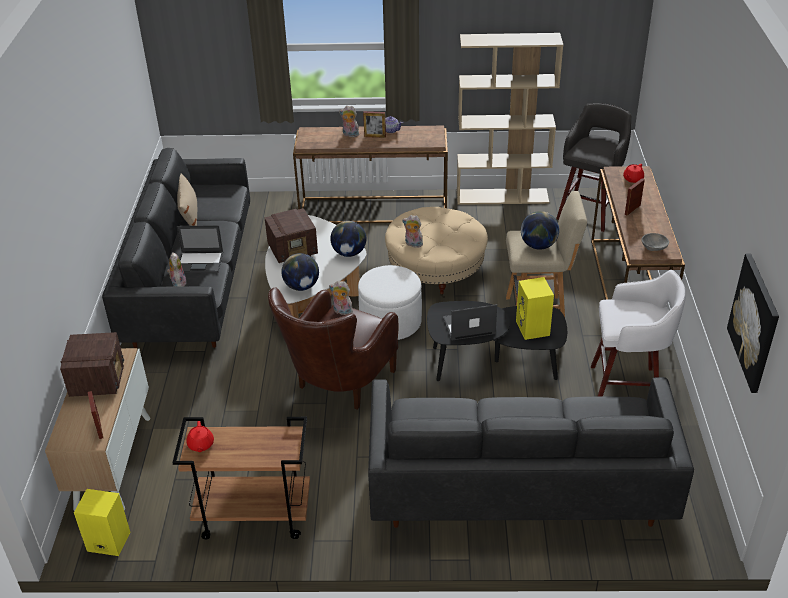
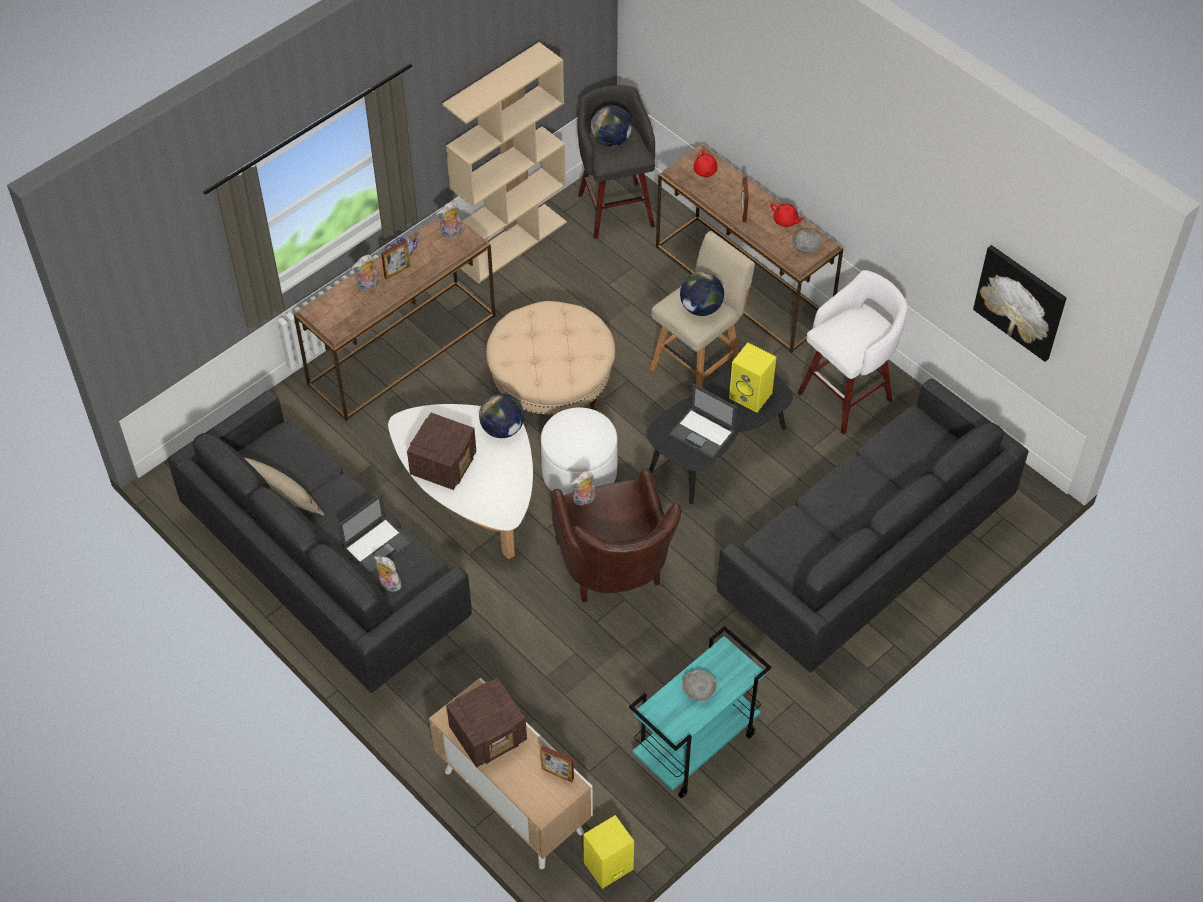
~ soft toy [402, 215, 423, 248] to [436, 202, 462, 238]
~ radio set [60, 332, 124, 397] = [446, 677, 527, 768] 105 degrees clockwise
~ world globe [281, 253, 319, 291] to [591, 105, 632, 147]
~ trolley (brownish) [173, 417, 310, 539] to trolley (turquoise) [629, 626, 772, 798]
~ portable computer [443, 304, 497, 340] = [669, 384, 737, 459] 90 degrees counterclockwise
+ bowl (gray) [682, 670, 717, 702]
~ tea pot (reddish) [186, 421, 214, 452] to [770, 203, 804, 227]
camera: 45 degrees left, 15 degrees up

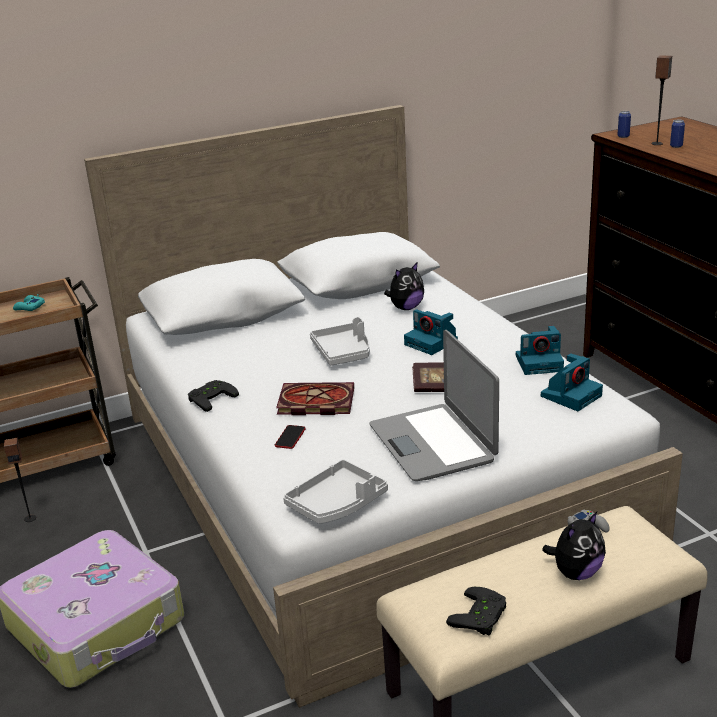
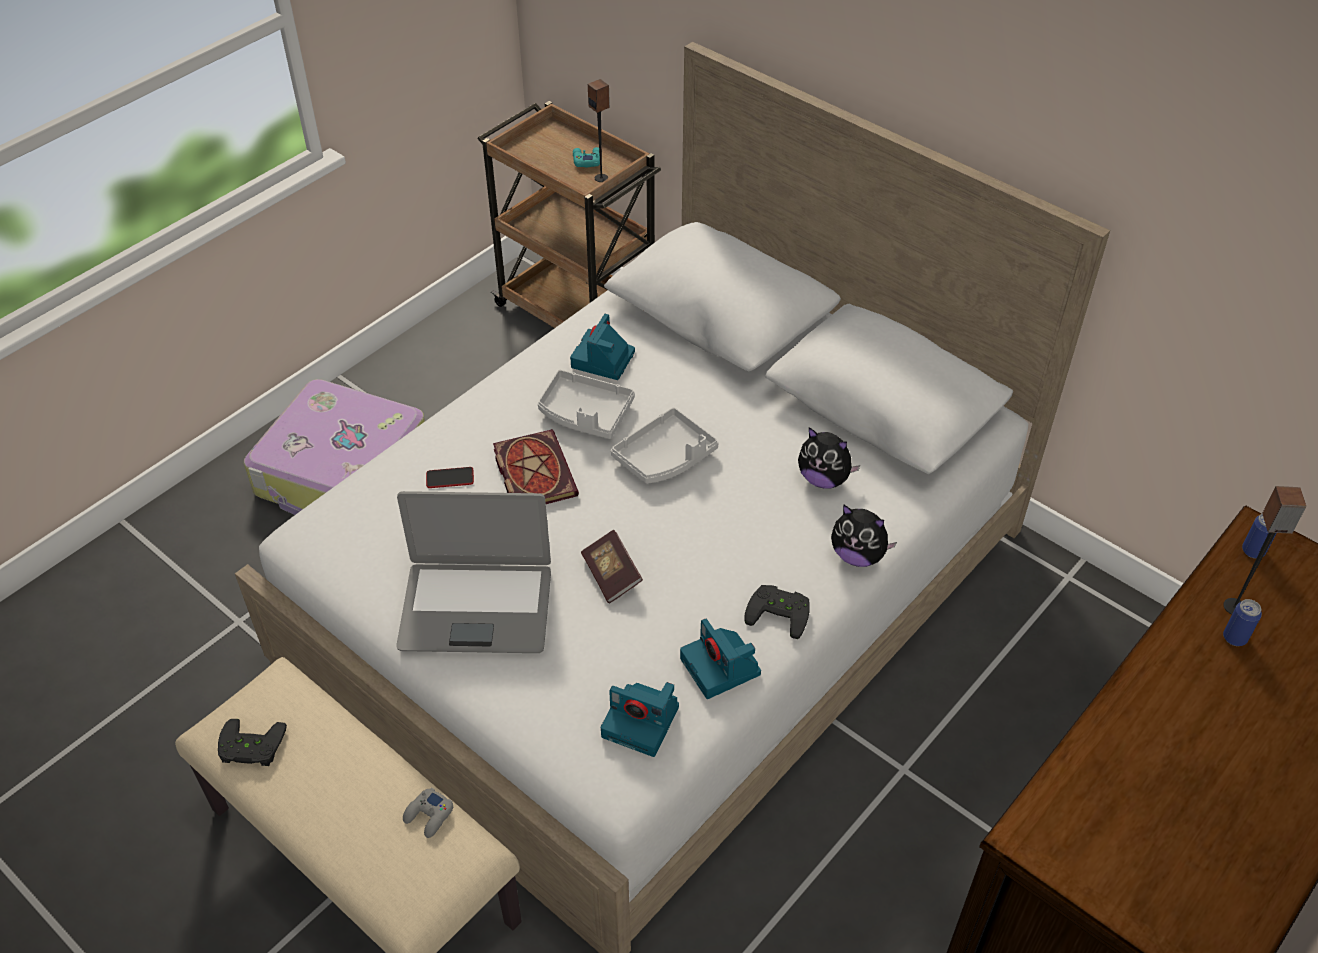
~ portable computer [369, 330, 499, 481] = [396, 491, 551, 653] 135 degrees counterclockwise
~ serving tray (gray) [283, 459, 388, 524] to [538, 370, 635, 439]
~ still camera [404, 309, 458, 355] to [570, 314, 635, 380]
~ speaker [4, 438, 36, 522] to [588, 79, 610, 182]
~ joypad (black-coloured) [188, 380, 239, 412] to [744, 585, 810, 639]
~ soft toy [542, 512, 606, 580] to [831, 504, 897, 567]
camera: 65 degrees right, 20 degrees up

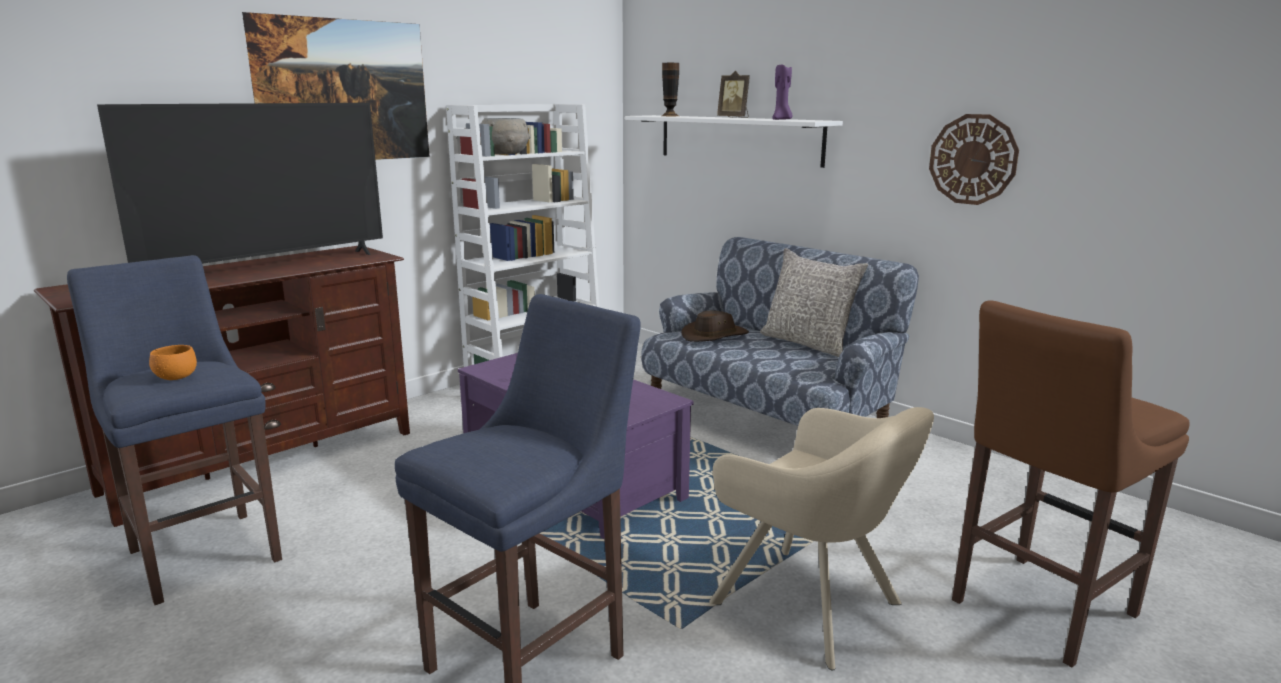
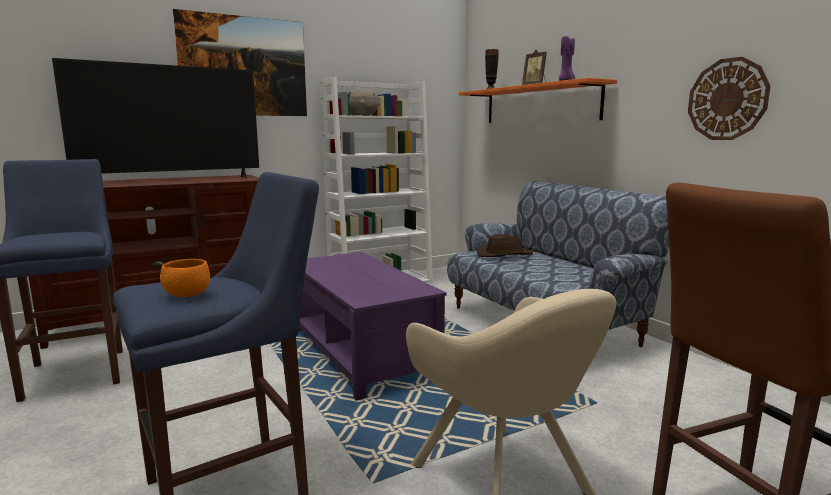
~ bowl (orange) [149, 345, 197, 380] to [160, 259, 210, 297]
~ shelf (white-coloured) [625, 115, 843, 168] to shelf (orange) [459, 78, 617, 123]
- pillow (gray) [760, 248, 868, 357]
camera: 15 degrees right, 5 degrees down

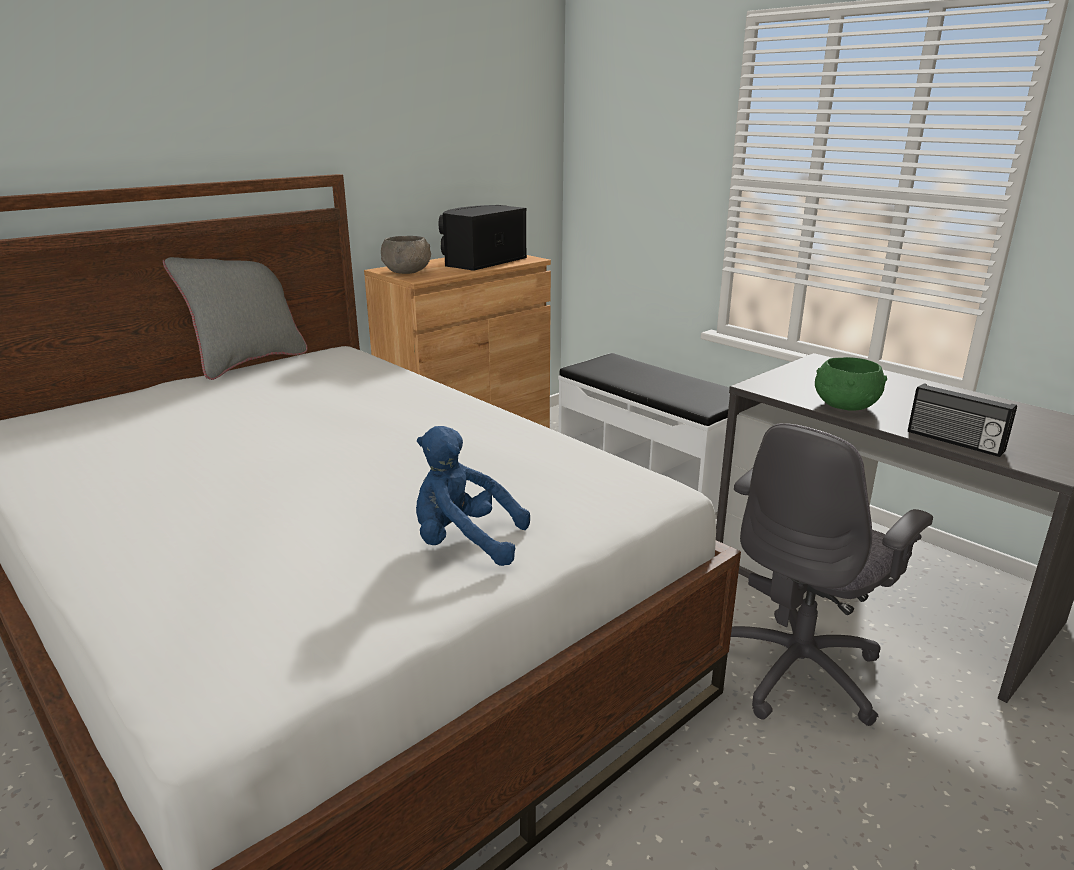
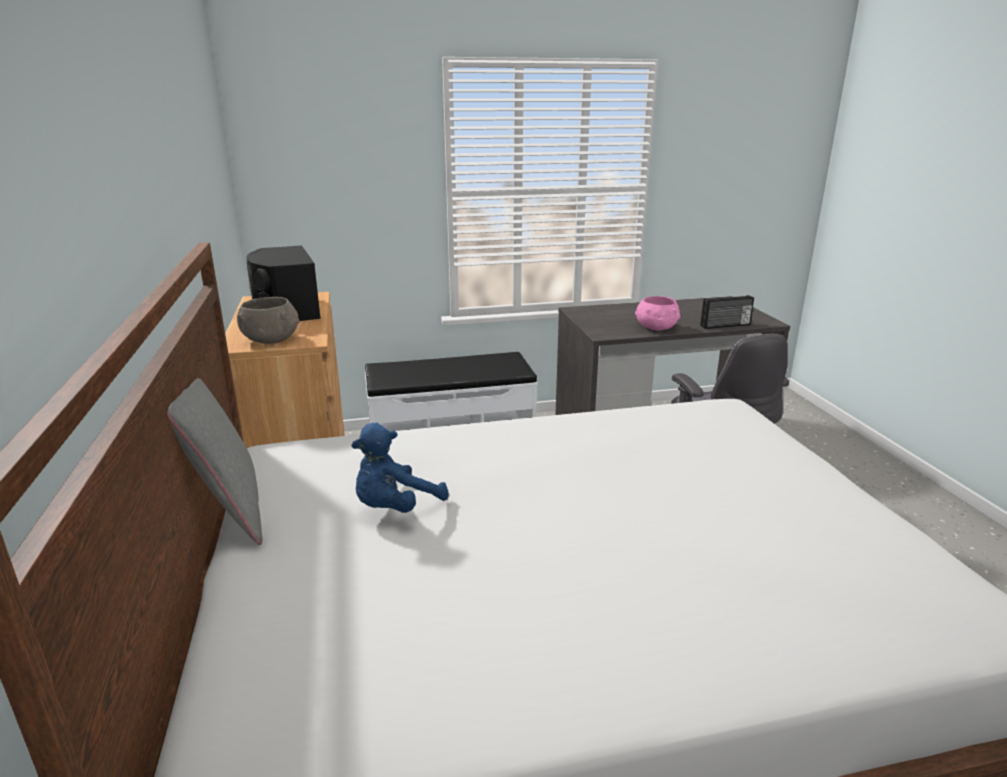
~ soft toy (bluish) [416, 426, 530, 566] to [351, 423, 449, 513]
~ bowl (greenish) [815, 357, 887, 410] to bowl (pink) [635, 296, 681, 331]
camera: 60 degrees left, 0 degrees up

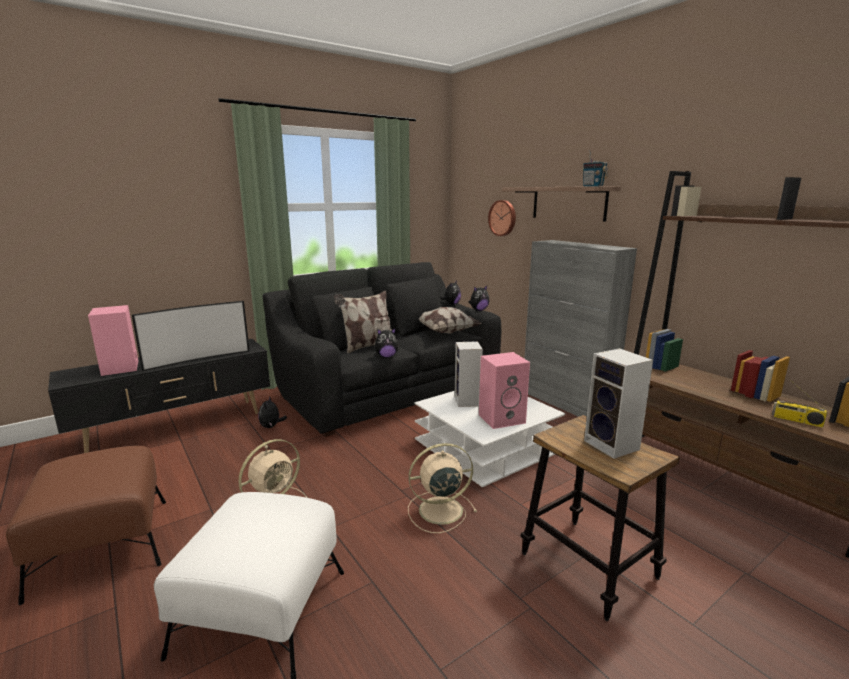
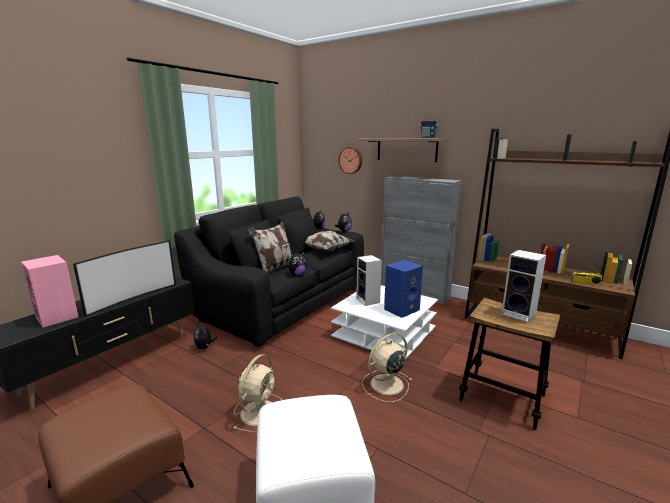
~ speaker (pink) [479, 352, 530, 429] to speaker (bluish) [384, 260, 423, 318]
camera: 20 degrees left, 0 degrees up

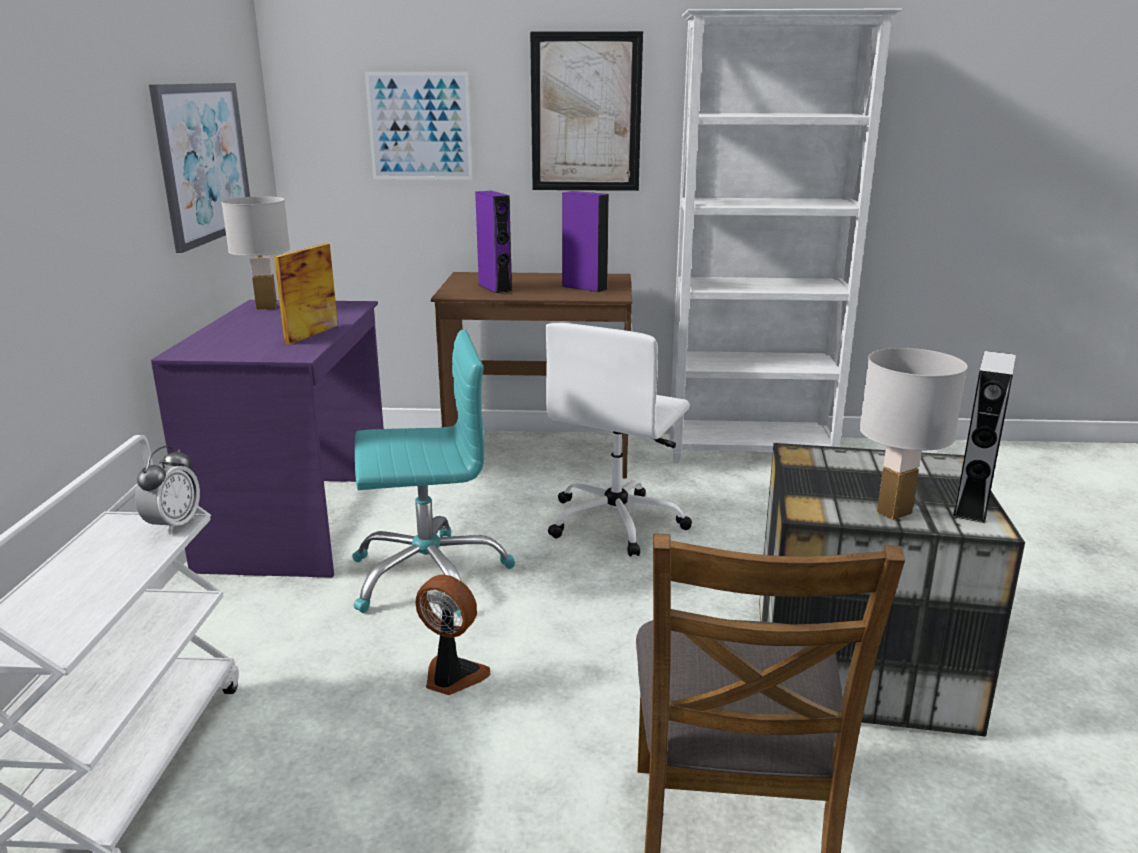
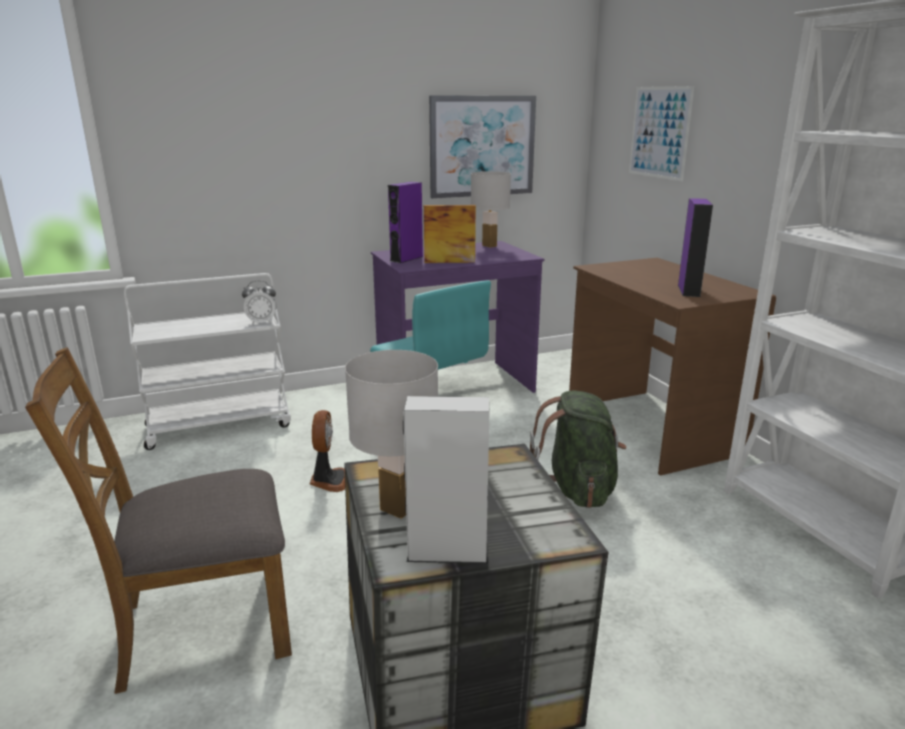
~ speaker (purplish) [475, 191, 512, 294] to [388, 182, 423, 263]
~ computer chair (white-coloured) [545, 323, 692, 557] to backpack (greenish) [530, 390, 627, 508]
- wall picture [530, 31, 643, 191]
camera: 65 degrees right, 0 degrees up

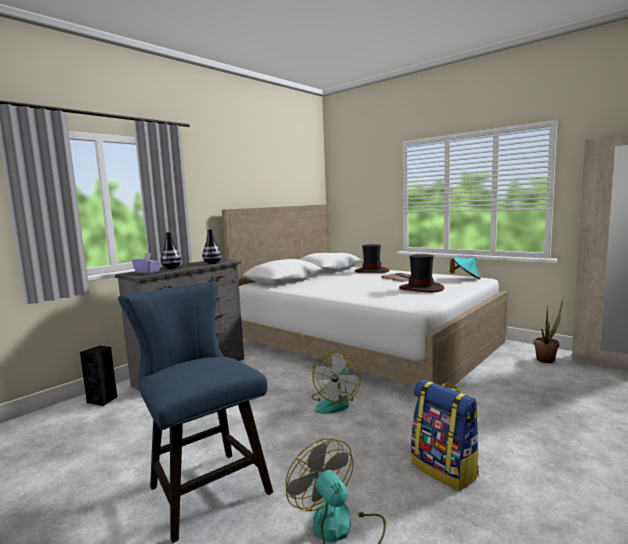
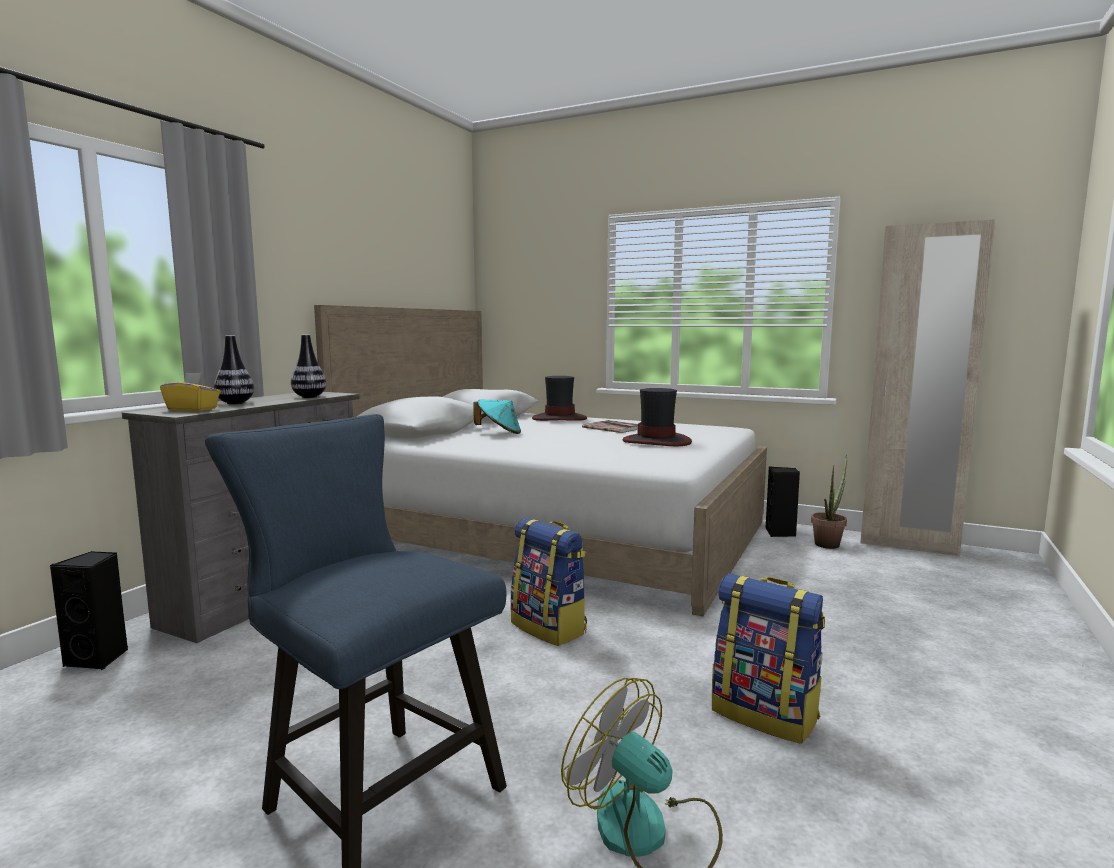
~ box of tissues (purplish) [132, 253, 161, 274] to box of tissues (yellow) [160, 373, 221, 411]
~ wearable hat (turquoise) [450, 257, 481, 279] to [473, 399, 521, 434]
~ cooling fan [311, 351, 361, 414] to backpack [511, 518, 587, 646]
+ speaker (black-coloured) [765, 466, 800, 537]
camera: 15 degrees left, 0 degrees up

